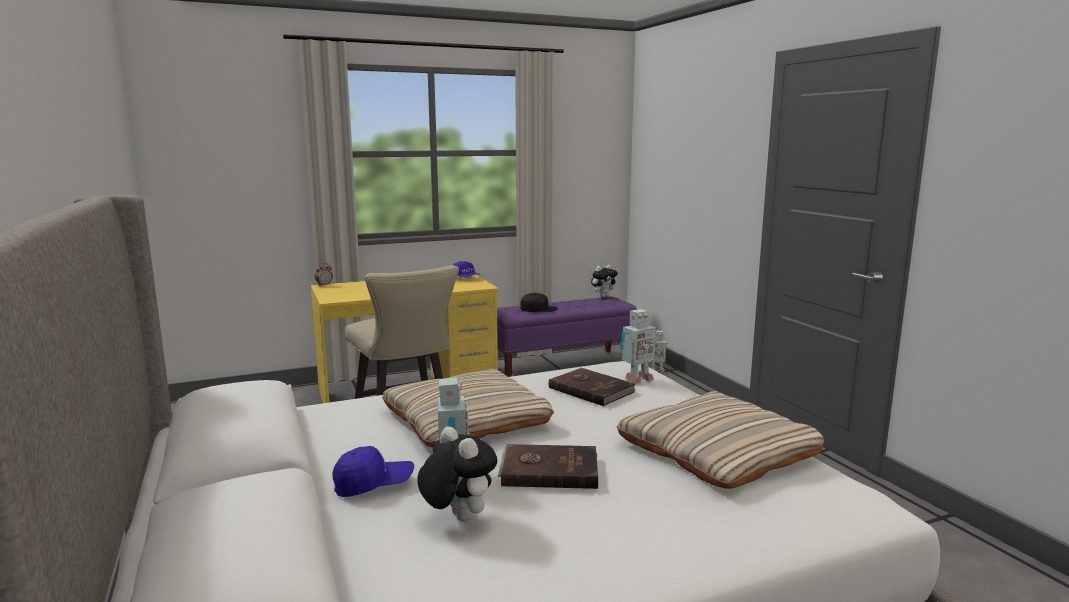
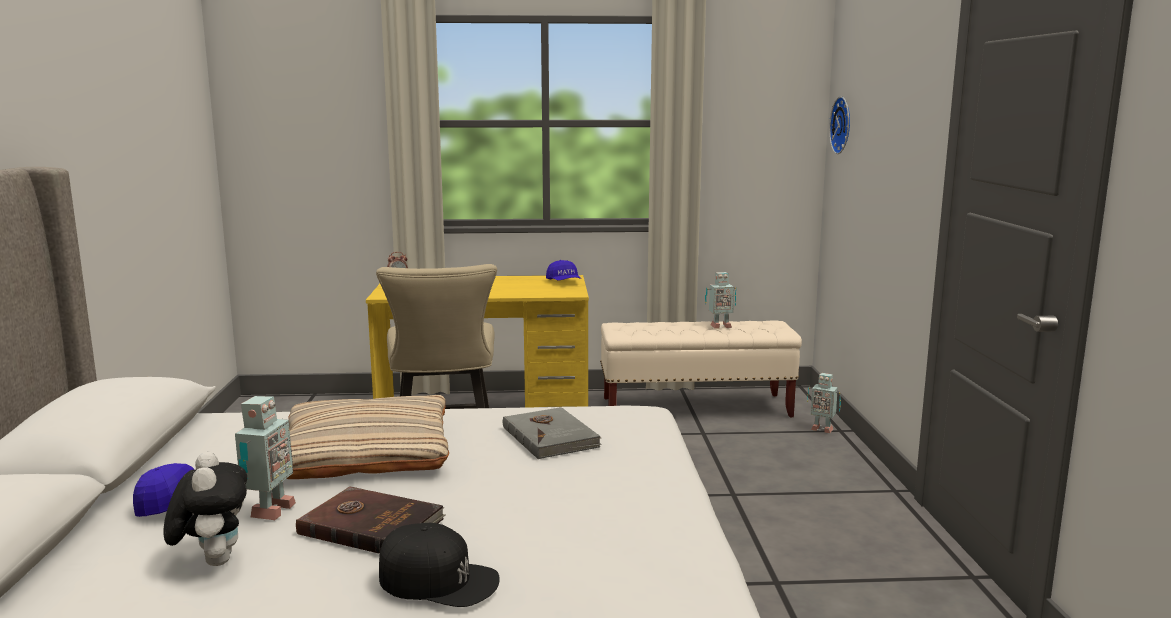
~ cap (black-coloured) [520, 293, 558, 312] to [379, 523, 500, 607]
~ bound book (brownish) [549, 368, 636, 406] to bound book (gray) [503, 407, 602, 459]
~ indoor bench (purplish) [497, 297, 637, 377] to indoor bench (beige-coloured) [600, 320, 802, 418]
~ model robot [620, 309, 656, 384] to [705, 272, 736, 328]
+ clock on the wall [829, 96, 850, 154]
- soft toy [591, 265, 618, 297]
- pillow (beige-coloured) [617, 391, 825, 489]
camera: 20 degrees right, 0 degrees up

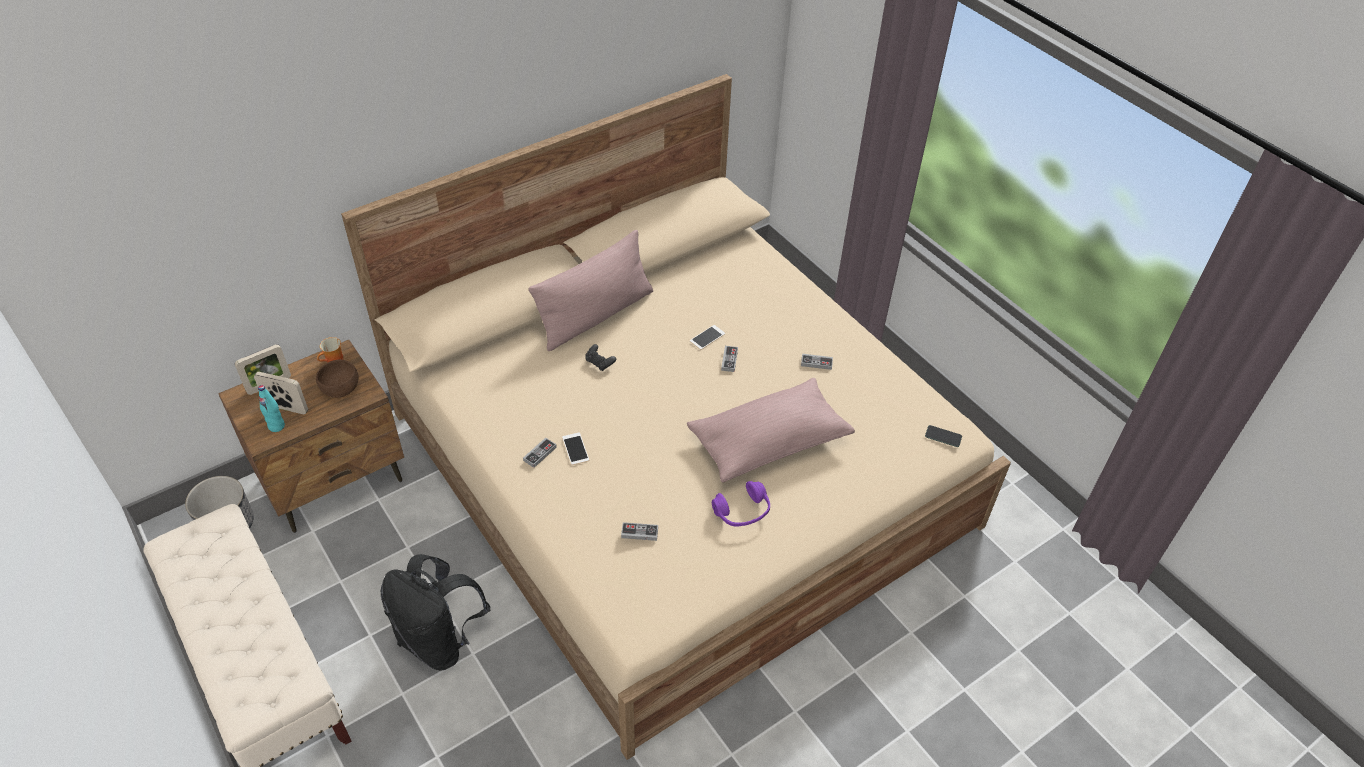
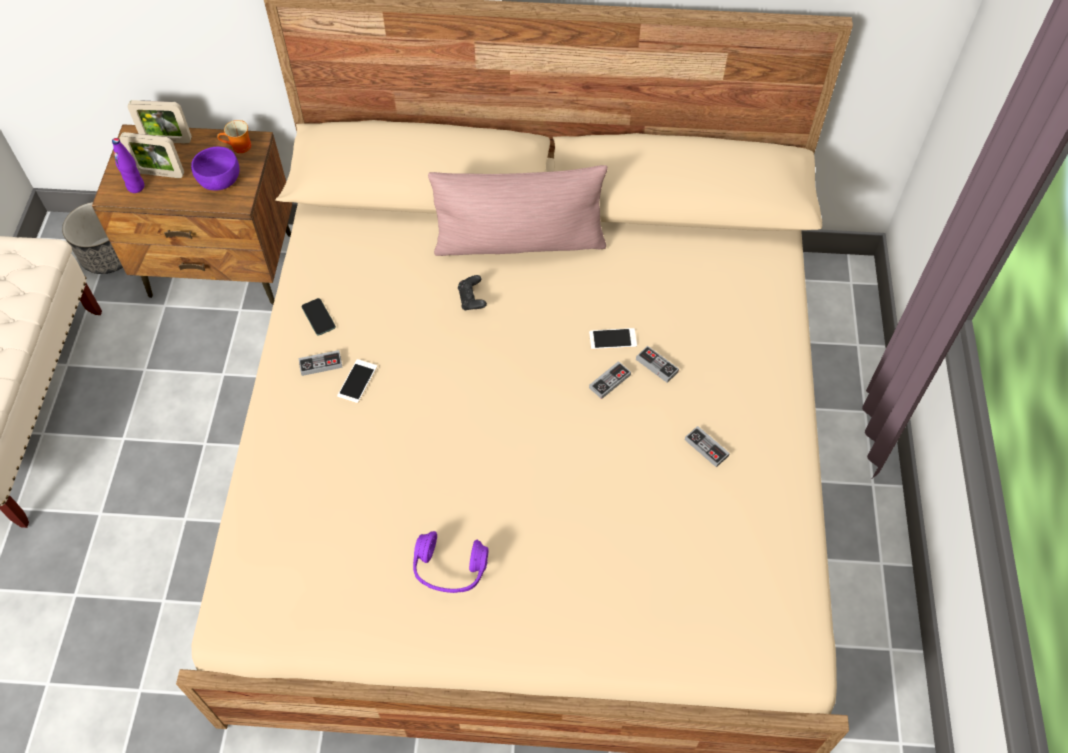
~ bottle (turquoise) [258, 385, 285, 432] to bottle (purplish) [112, 138, 144, 193]
~ photo frame [254, 372, 308, 414] = [119, 132, 184, 178] 135 degrees clockwise
~ bowl (brownish) [316, 360, 359, 398] to bowl (purplish) [191, 147, 239, 190]
~ telephone [925, 425, 962, 447] to [301, 298, 336, 336]
~ joypad [621, 522, 658, 541] to [636, 346, 679, 383]
- backpack (black-coloured) [381, 554, 491, 671]
- pillow (pink) [687, 378, 855, 483]
camera: 40 degrees right, 10 degrees up

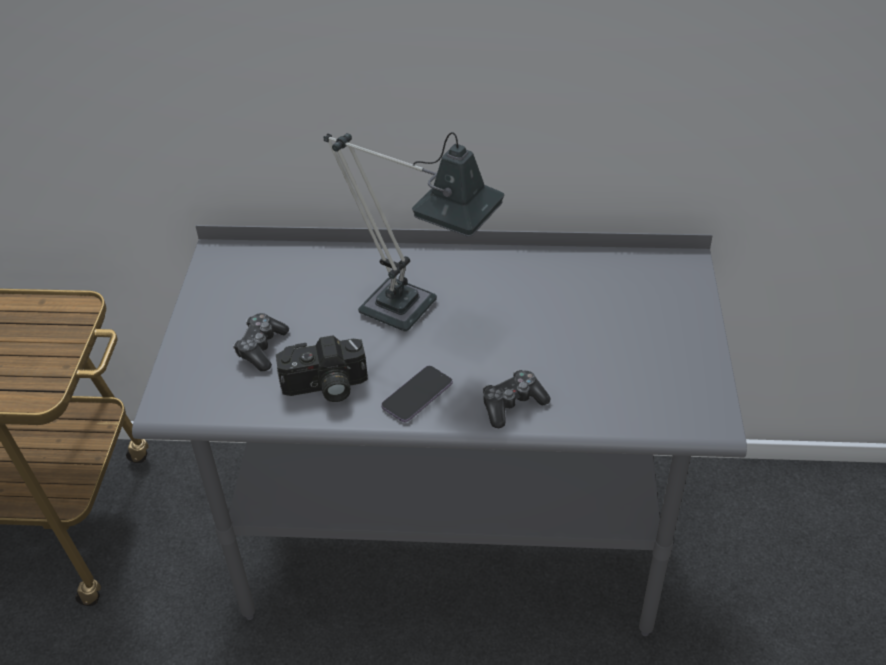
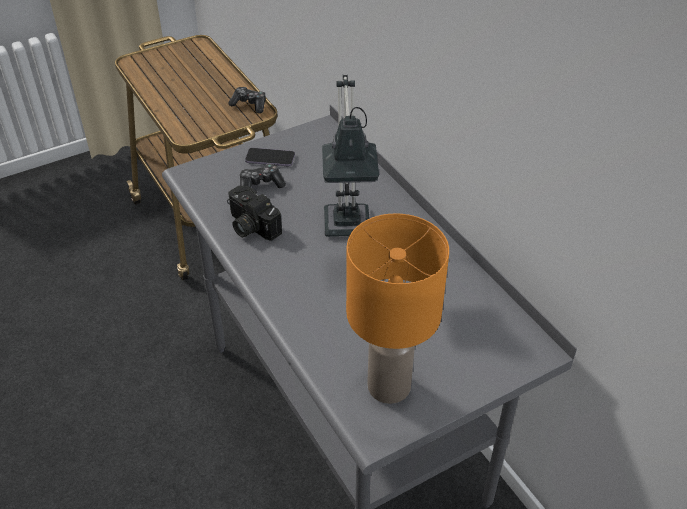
~ joypad [483, 370, 550, 428] to [228, 87, 266, 113]
~ telephone [381, 366, 452, 423] to [245, 148, 295, 166]
+ tabletop lamp (orange) [346, 213, 449, 404]
camera: 55 degrees right, 0 degrees up

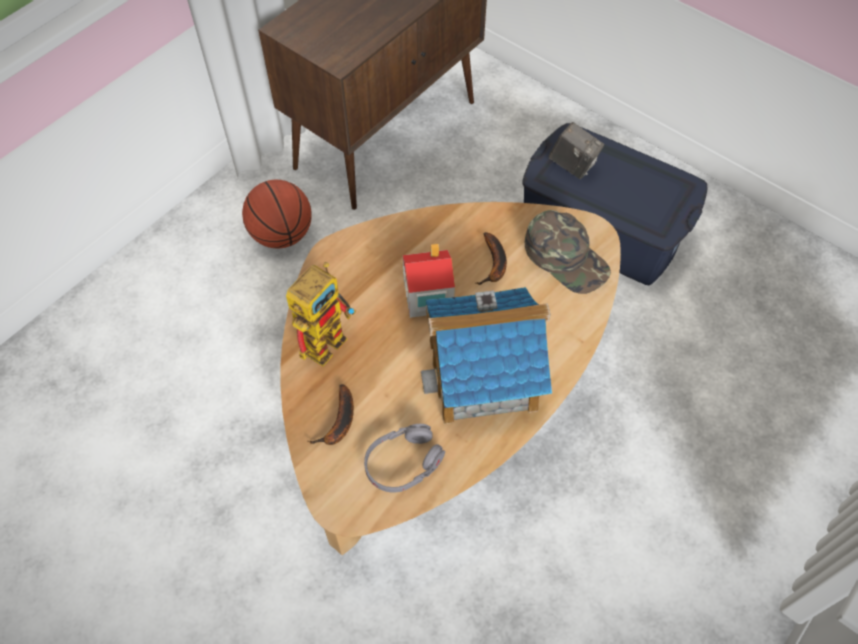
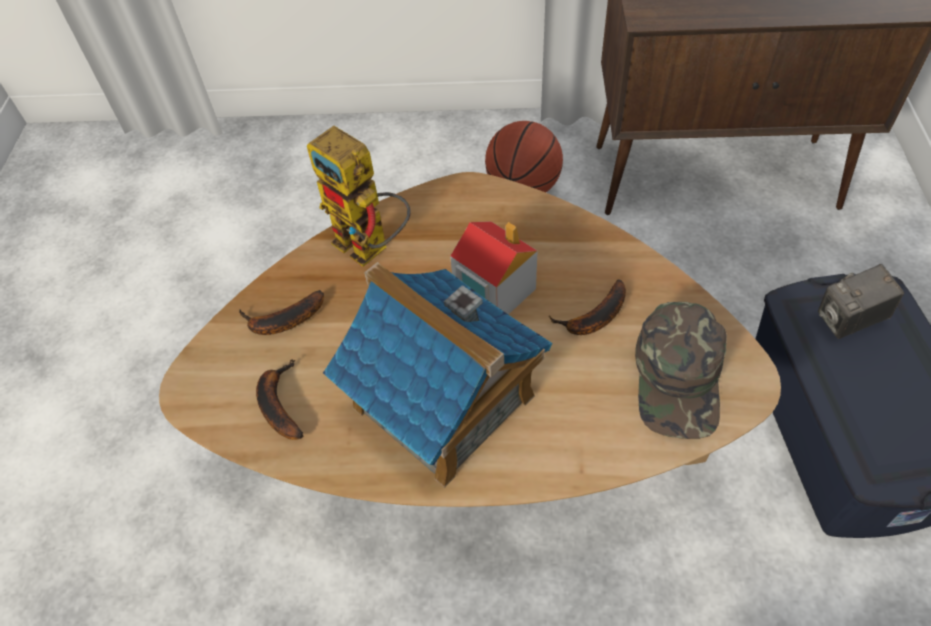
~ headphones (gray) [364, 424, 445, 493] to whole banana [256, 359, 304, 440]
~ model robot [286, 262, 356, 366] = [307, 126, 410, 267] 45 degrees clockwise
~ still camera [549, 122, 604, 179] = [818, 264, 904, 339] 75 degrees clockwise
camera: 55 degrees right, 5 degrees down

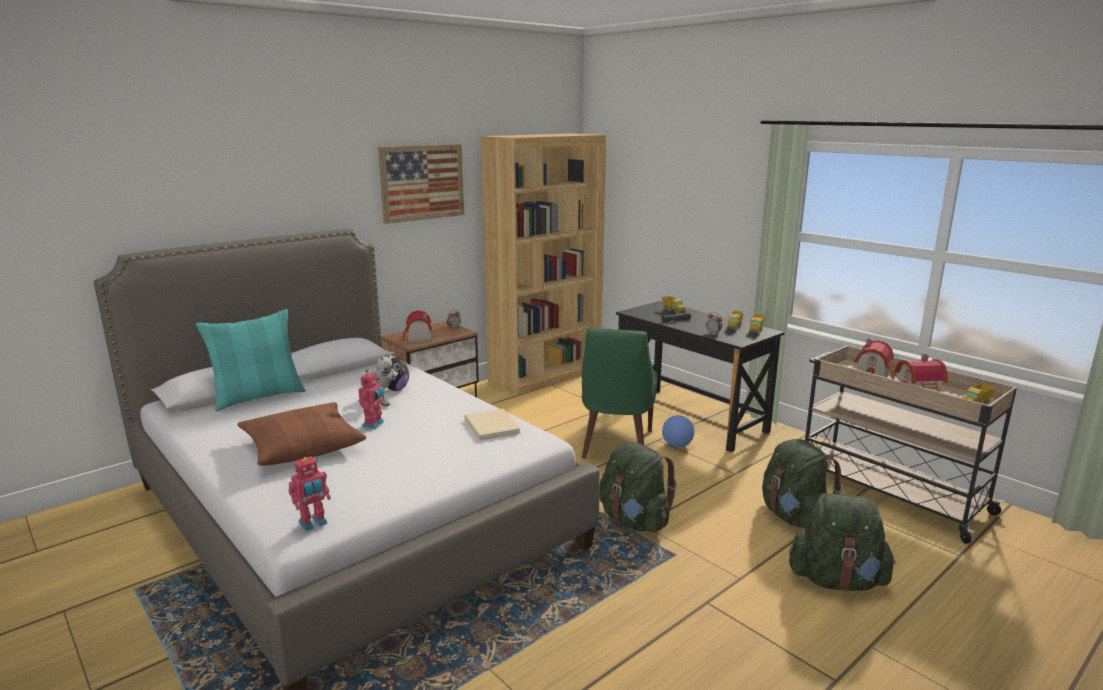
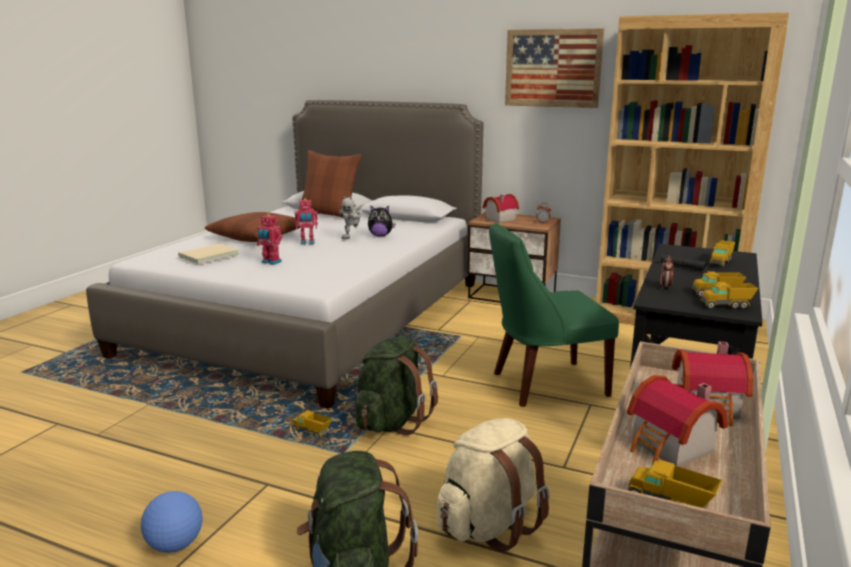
~ ball for football [662, 415, 694, 447] to [141, 491, 203, 552]
~ bound book (beige-coloured) [464, 409, 521, 441] to [178, 244, 239, 264]
~ model robot [288, 456, 331, 531] to [256, 214, 283, 265]
+ toy truck [291, 410, 332, 438]
~ pillow (turquoise) [196, 309, 305, 411] to pillow (brownish) [299, 150, 362, 218]
~ backpack (greenish) [762, 439, 843, 529] to backpack (beige-coloured) [436, 418, 549, 552]
camera: 65 degrees right, 0 degrees up

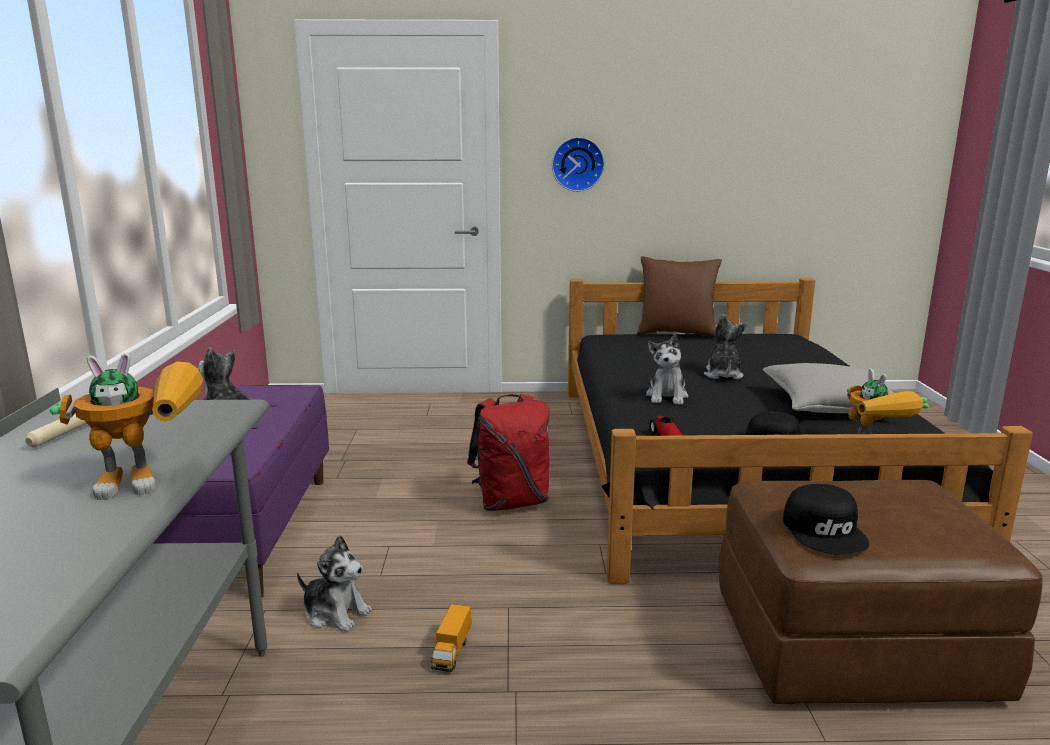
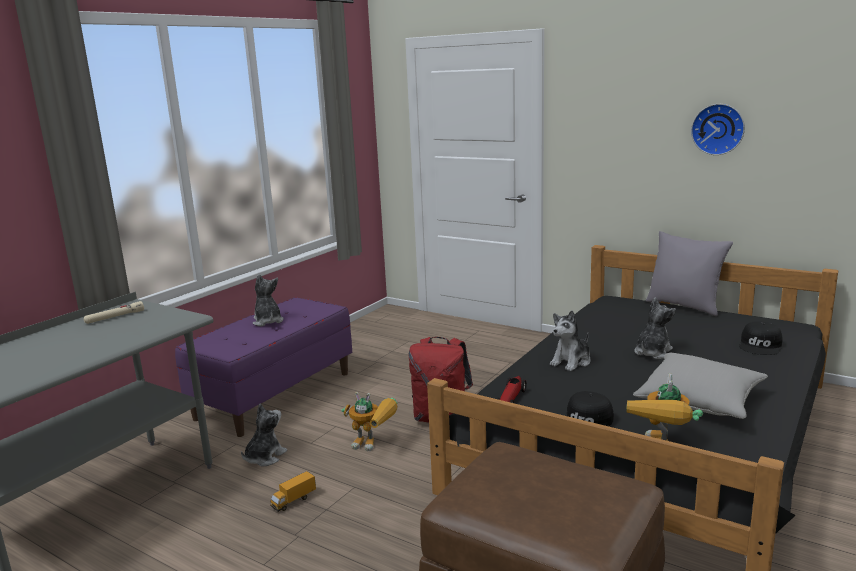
~ soft toy [297, 535, 372, 632] = [241, 404, 287, 466] 120 degrees counterclockwise
~ model robot [50, 353, 203, 500] to [341, 392, 398, 451]
~ pillow (brownish) [637, 256, 722, 338] to pillow (gray) [646, 231, 733, 316]
~ clock on the wall [552, 137, 605, 192] to [691, 104, 745, 155]
~ cap (black-coloured) [783, 484, 869, 555] to [739, 321, 783, 355]
camera: 35 degrees right, 0 degrees up

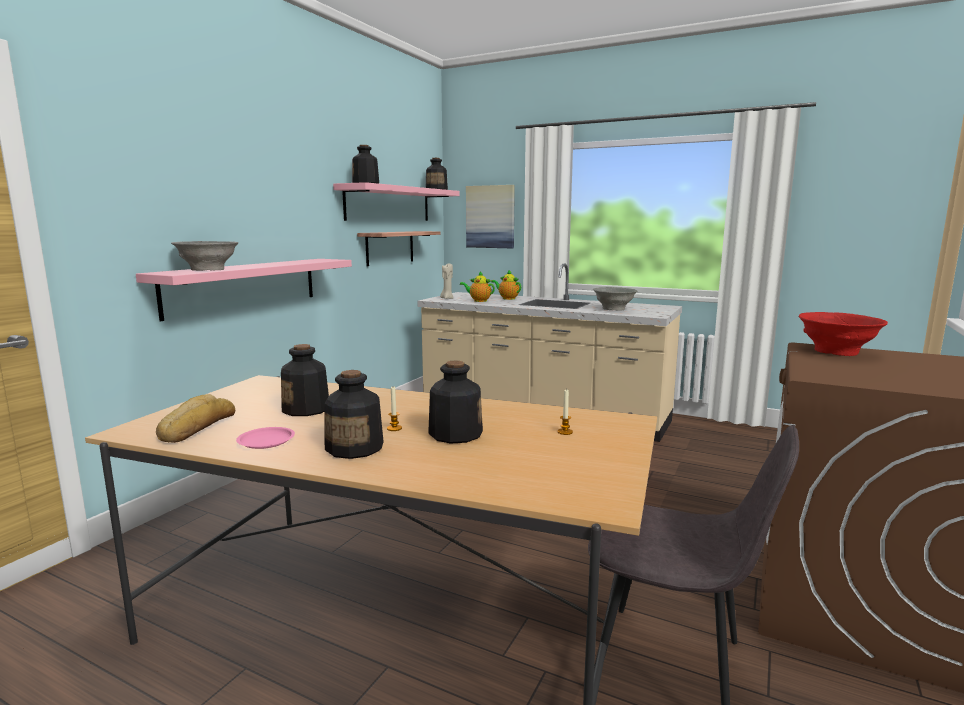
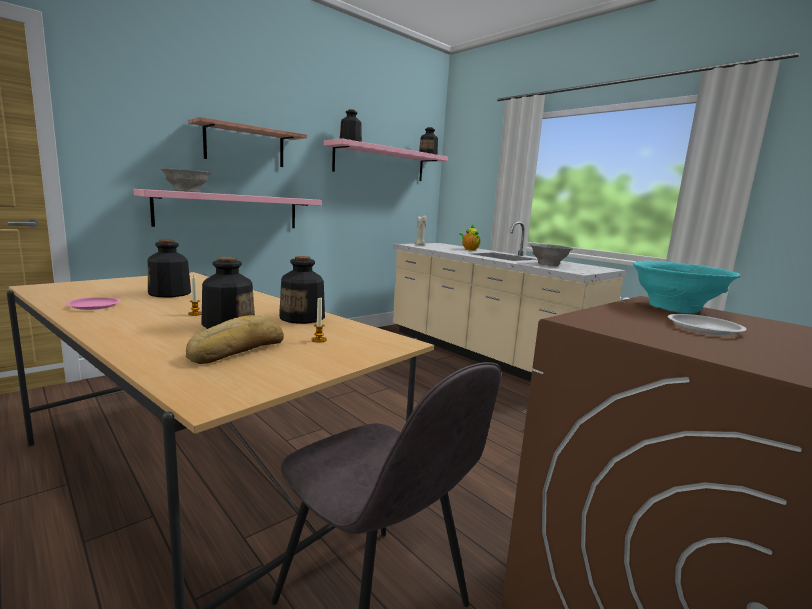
~ bread [156, 394, 235, 443] to [186, 315, 284, 364]
~ shelf [357, 231, 440, 266] to [189, 117, 307, 167]
~ bottle [324, 370, 384, 459] to [279, 256, 325, 324]
~ bowl (reddish) [798, 312, 888, 356] to bowl (turquoise) [633, 261, 741, 314]
+ dinner plate (white-coloured) [667, 314, 747, 335]
- tea pot [460, 271, 495, 302]
- wall picture [466, 185, 515, 248]
camera: 20 degrees right, 0 degrees up

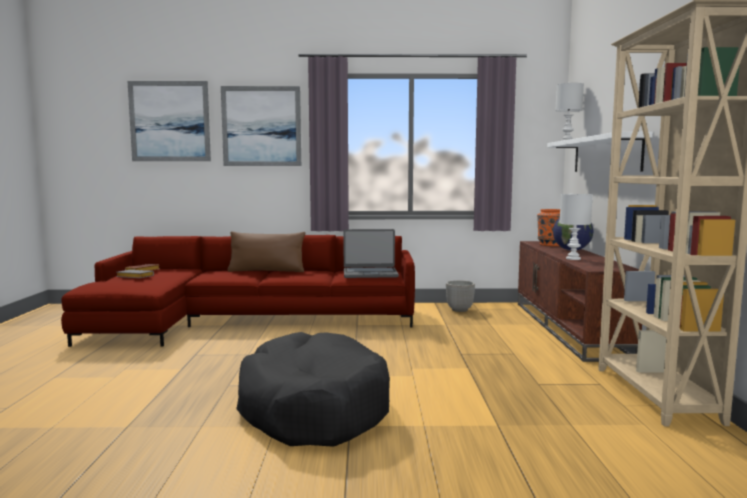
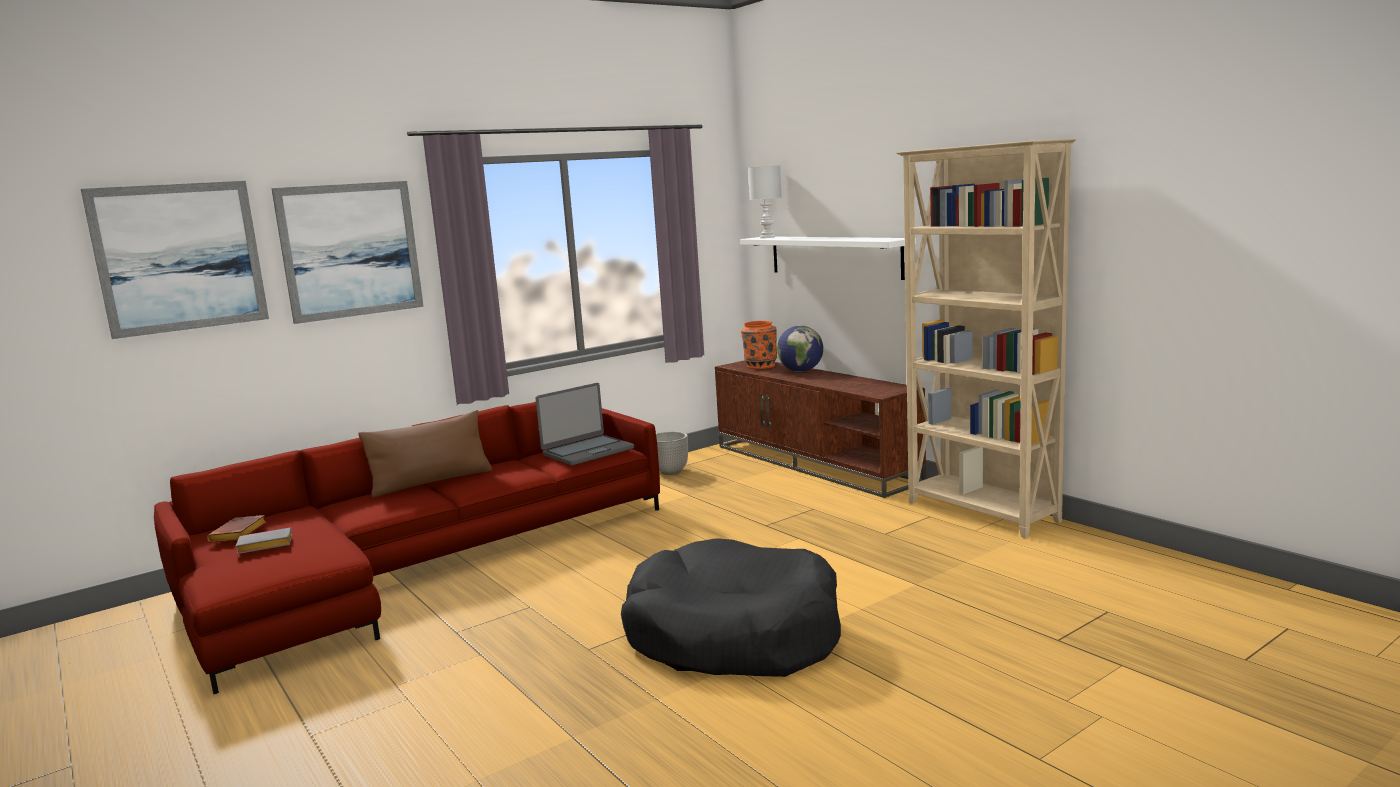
- tabletop lamp (white-coloured) [560, 194, 593, 260]
camera: 35 degrees left, 5 degrees up

